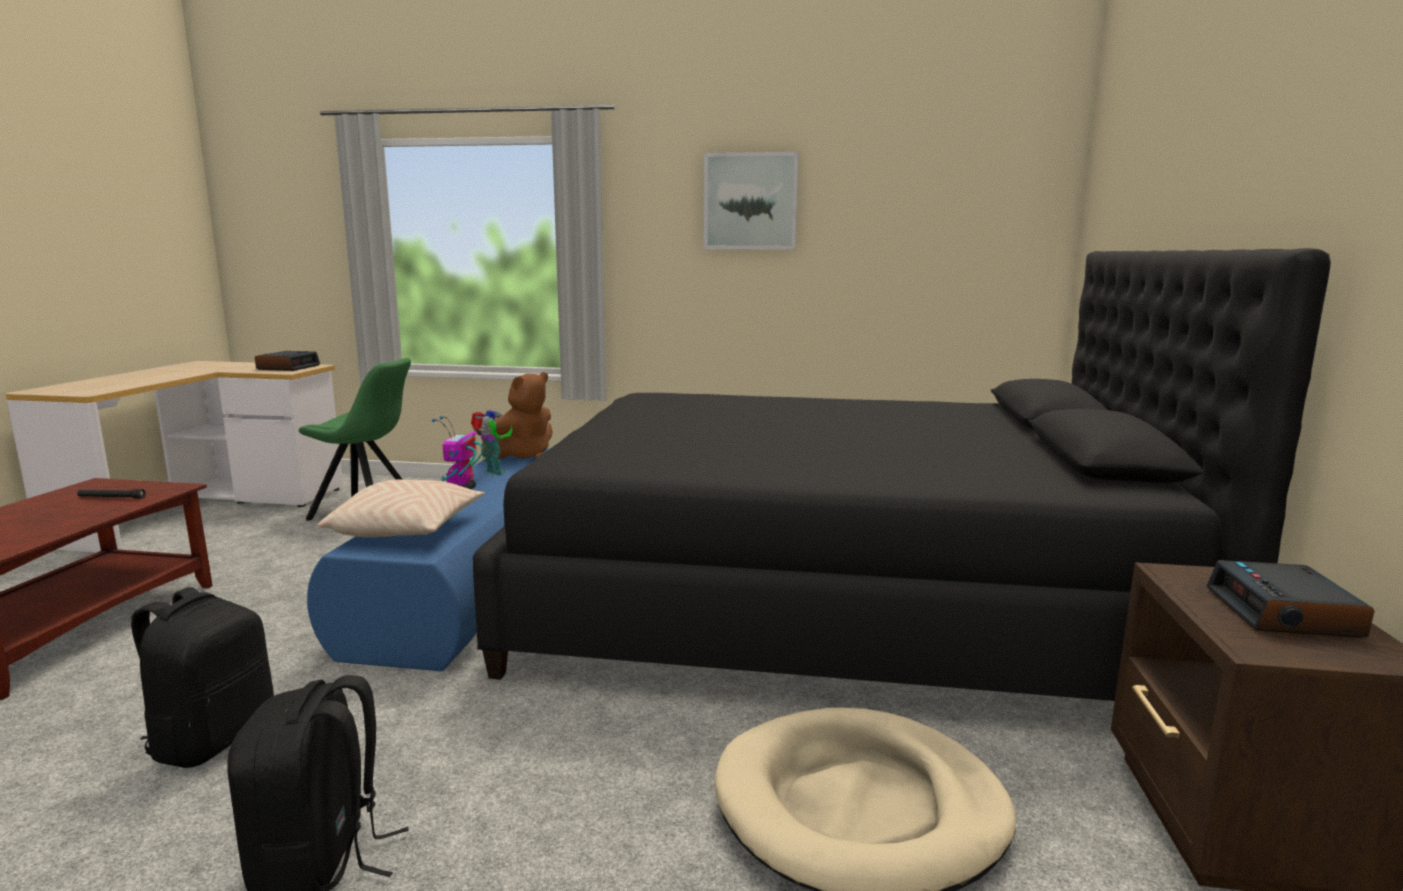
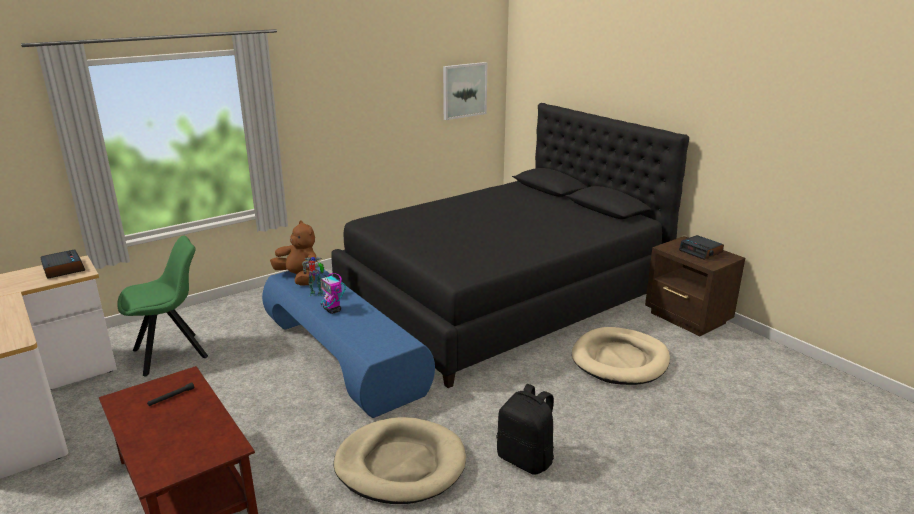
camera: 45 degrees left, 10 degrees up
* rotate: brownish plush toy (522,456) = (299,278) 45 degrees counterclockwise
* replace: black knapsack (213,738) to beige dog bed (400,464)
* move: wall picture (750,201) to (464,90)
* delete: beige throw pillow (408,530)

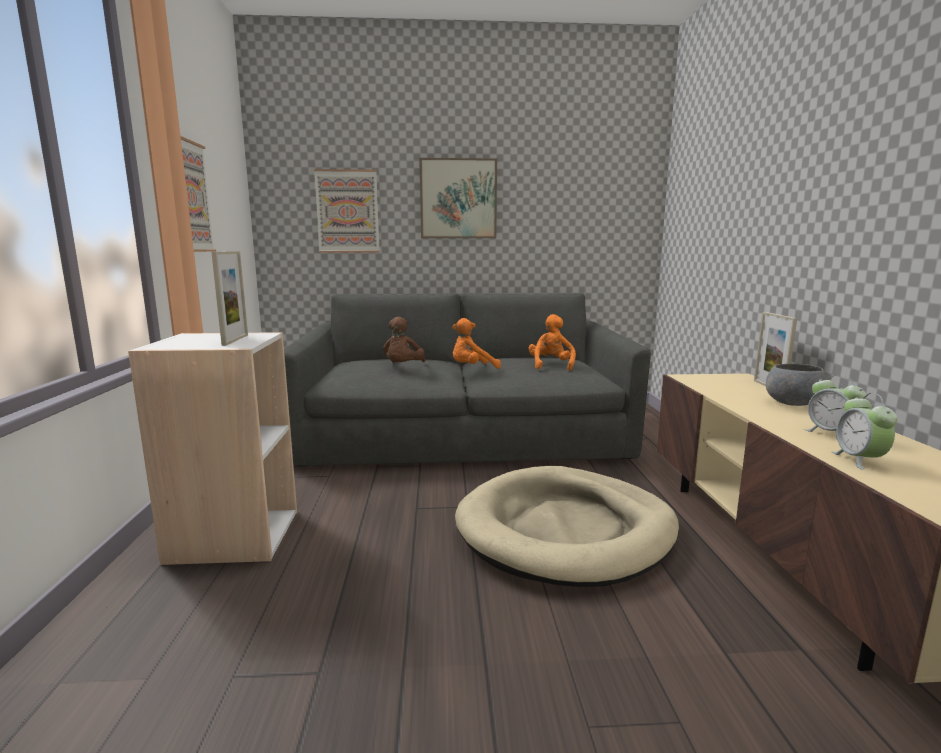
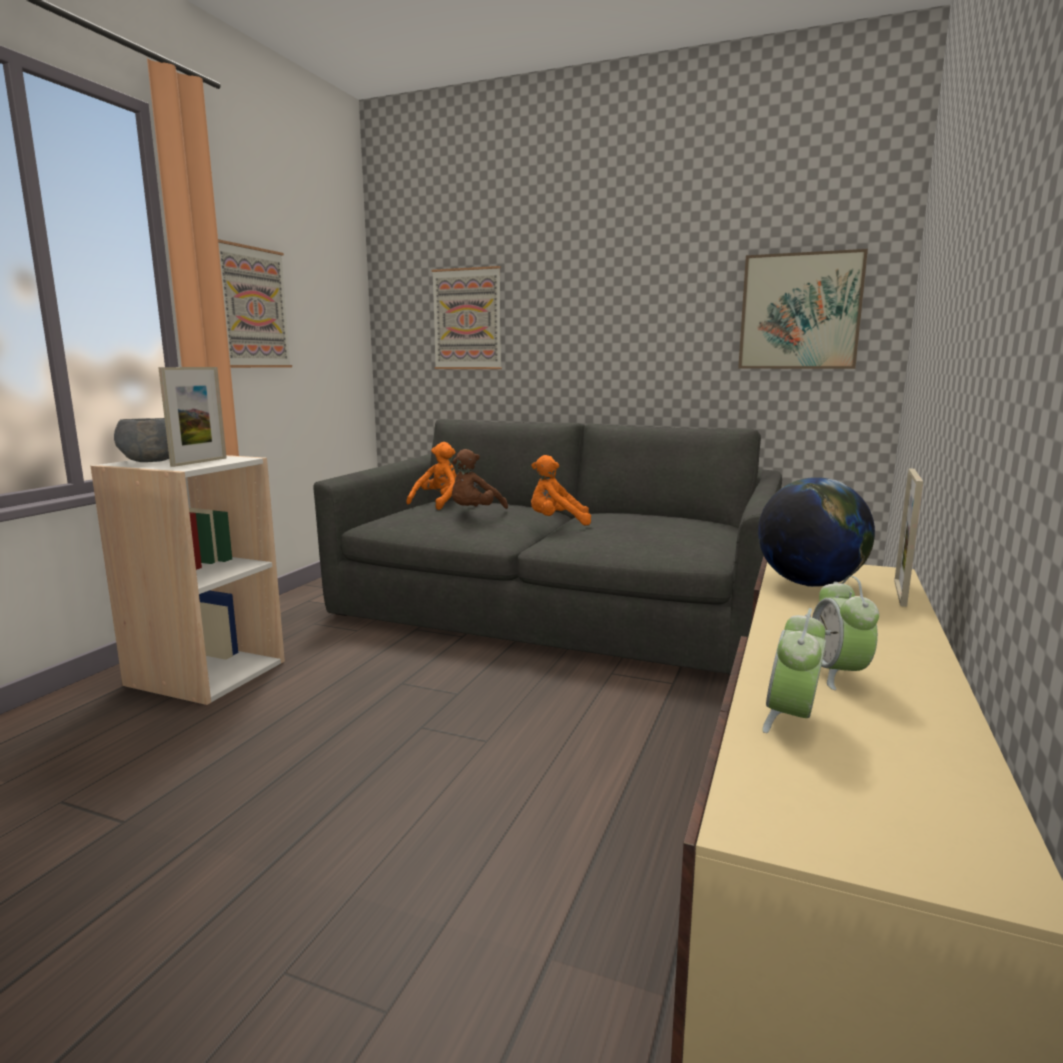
camera: 25 degrees right, 0 degrees up
* move: grey deep dish (792,403) to (152,461)
* move: orangey plush toy (551,366) to (438,503)
* move: wall picture (458,199) to (800,312)
* insert: globe (809,584)
* delete: beige dog bed (566,530)

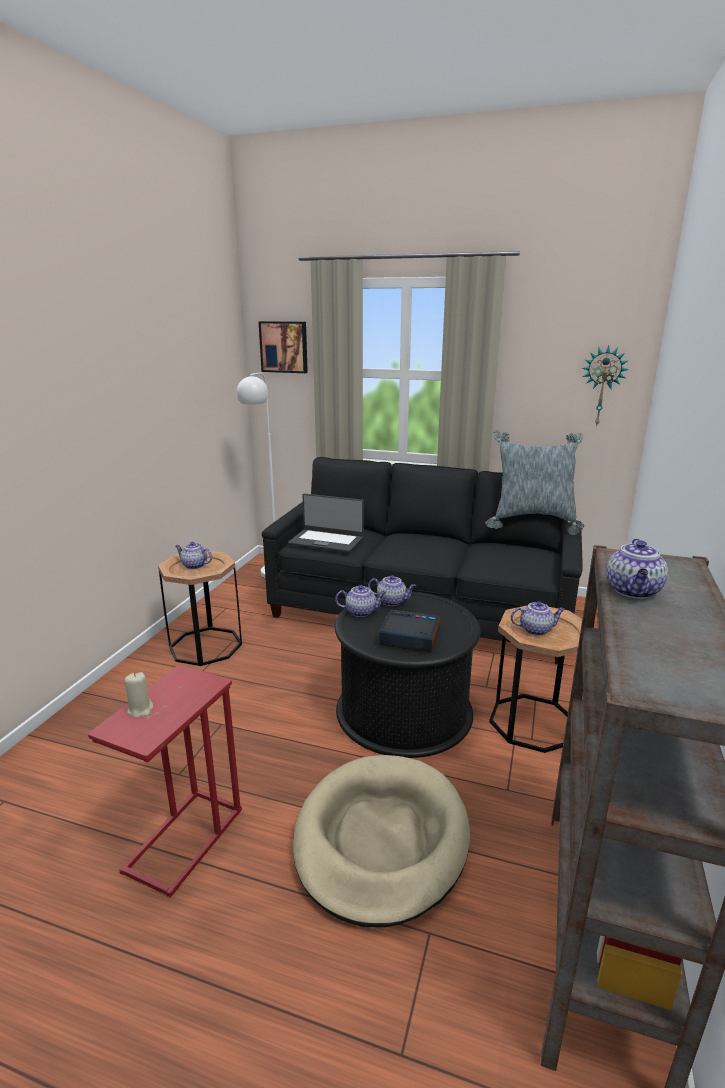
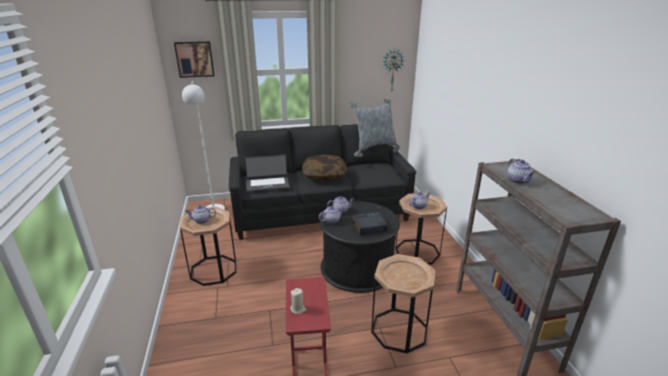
camera: 30 degrees left, 5 degrees up
* insert: throw pillow (324,175)
* replace: beige dog bed (381,839) to brownish side table (399,330)

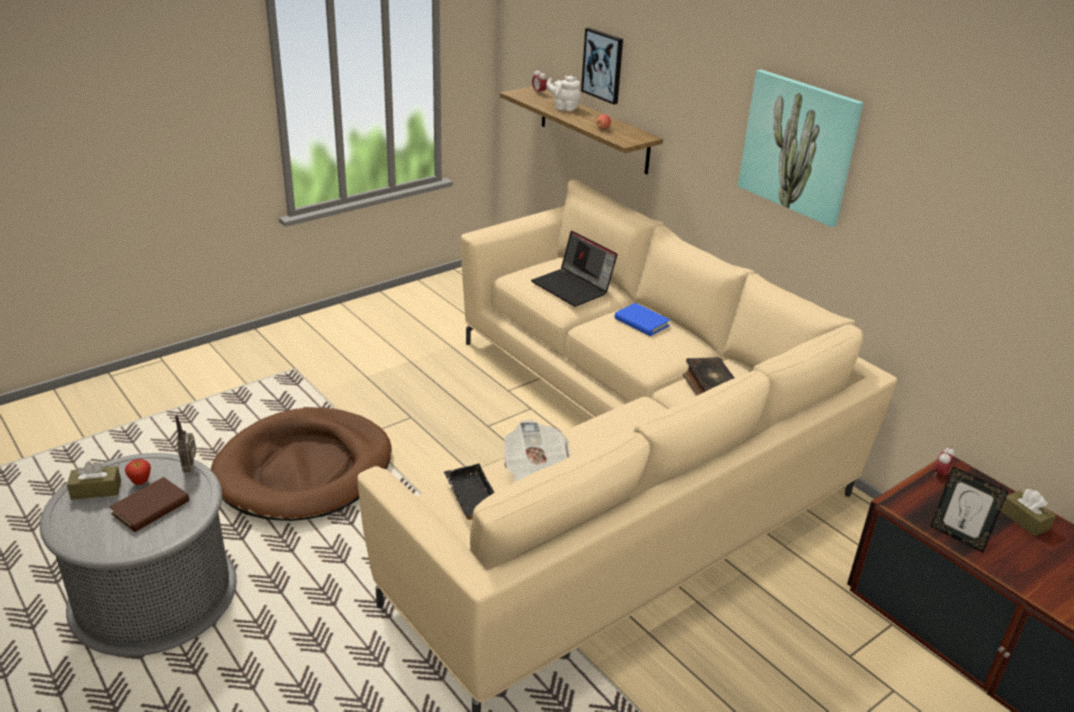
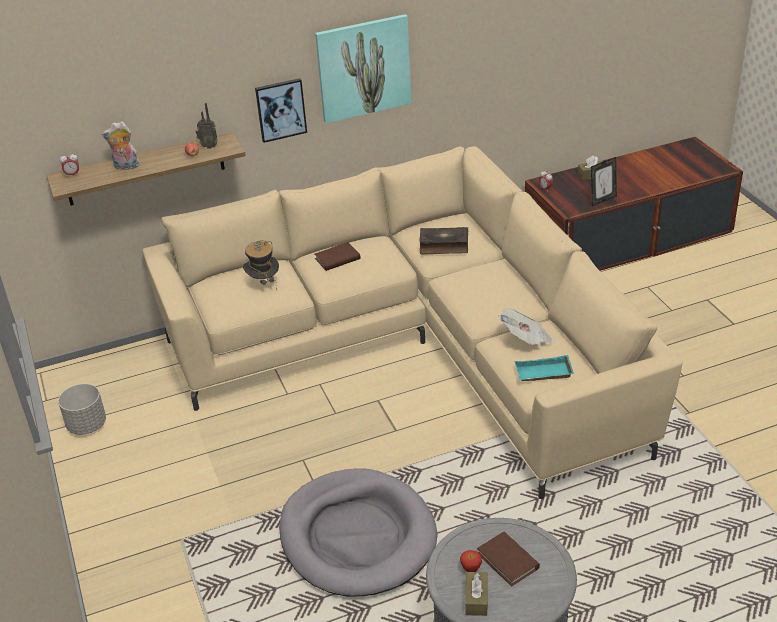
camera: 70 degrees left, 5 degrees up
* insert: grey plant pot (87,425)
* replace: white teapot (564,108) to plush toy (126,167)
* move: radio (191,468) to (209,146)
* replace: notebook computer (573,287) to clothing hat (263,283)
* move: wall picture (603,65) to (280,109)
* recolor: brownish dog bed (305,470) to grey dog bed (357,536)
* recolor: bluish bound book (641,322) to brownish bound book (337,259)
* recolor: black carrying tray (470,496) to turquoise carrying tray (543,374)

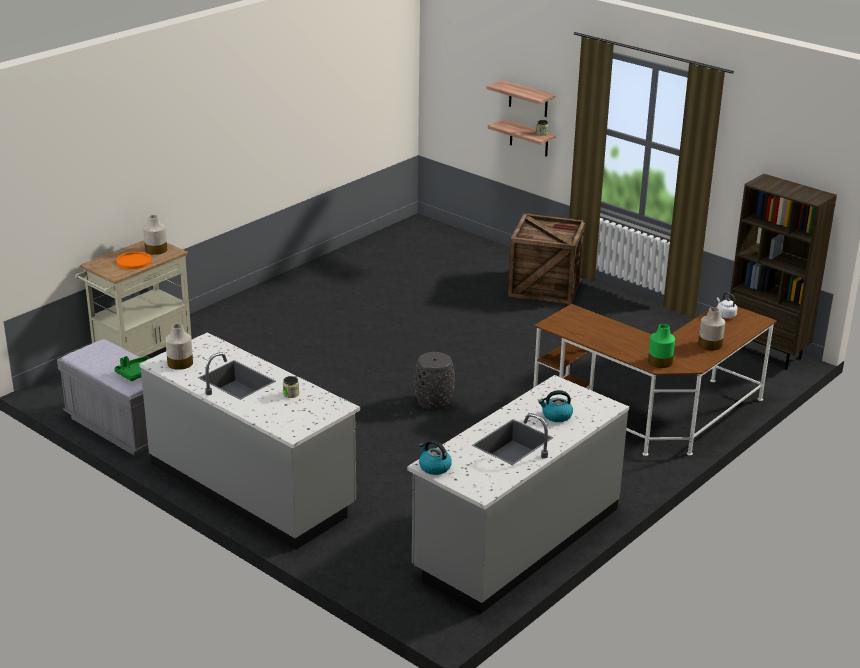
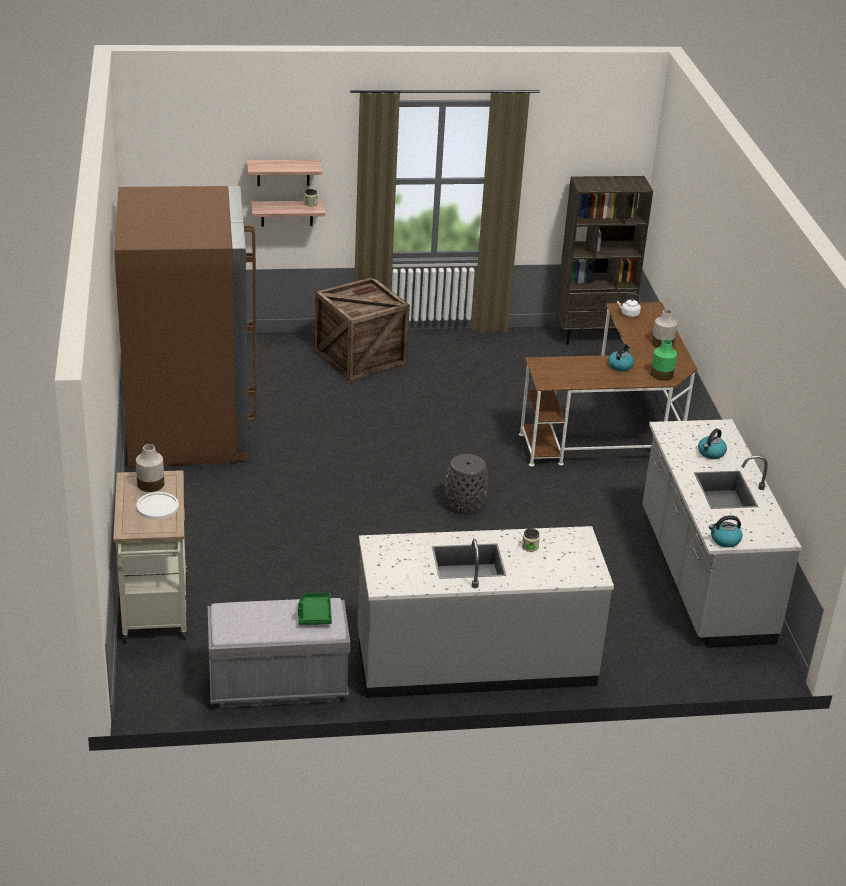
camera: 50 degrees left, 5 degrees up
* insert: brownish refrigerator (188,427)
* recolor: orangey dinner plate (134,261) to white dinner plate (157,507)
* insert: kettle (620,366)
* delete: beige vase (179,363)

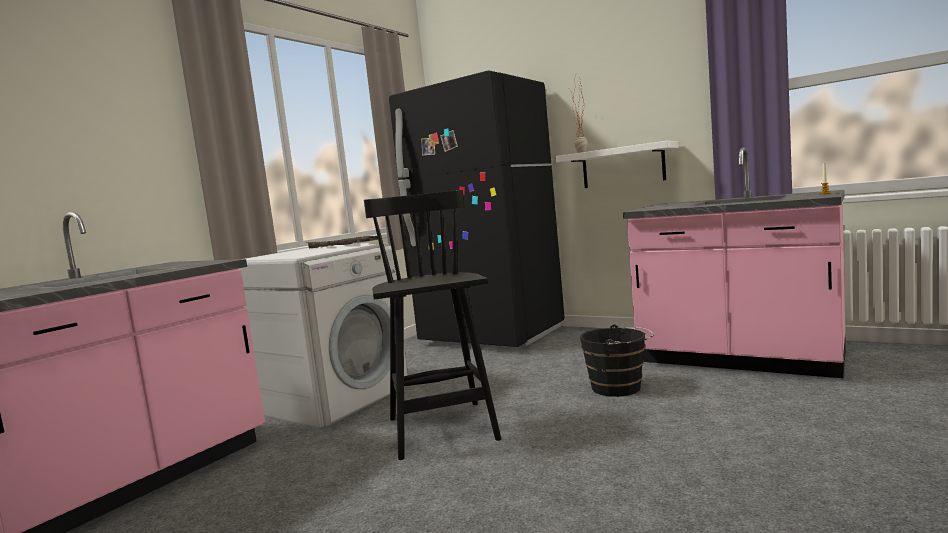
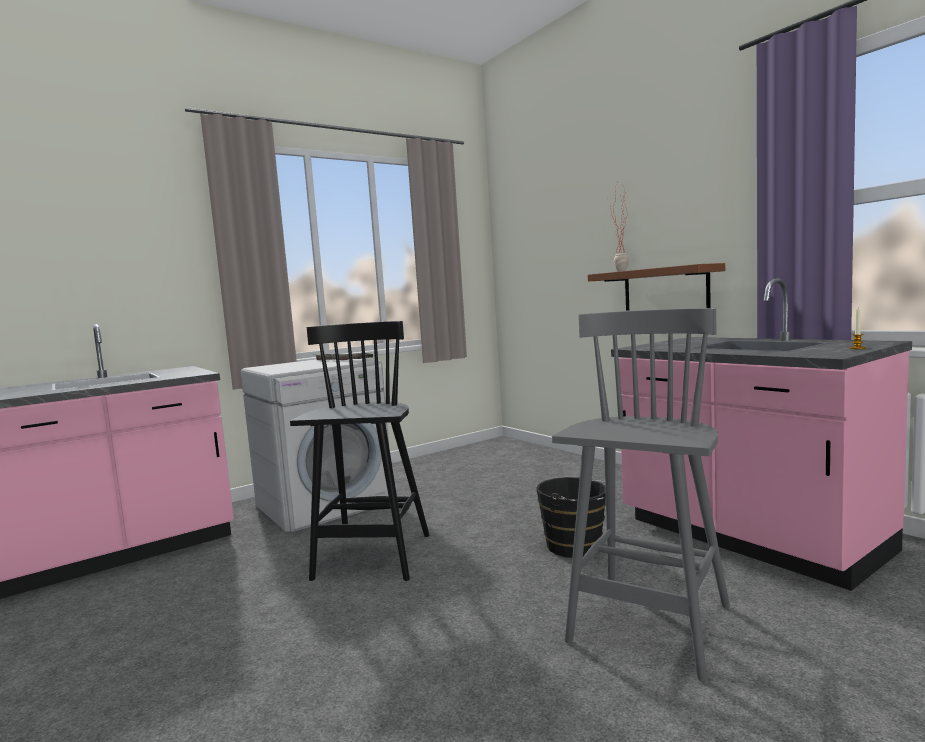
camera: 20 degrees right, 0 degrees up
* insert: grey stool (649,626)
* recolor: white wall shelf (622,166) to brownish wall shelf (665,289)
* delete: black refrigerator (492,336)

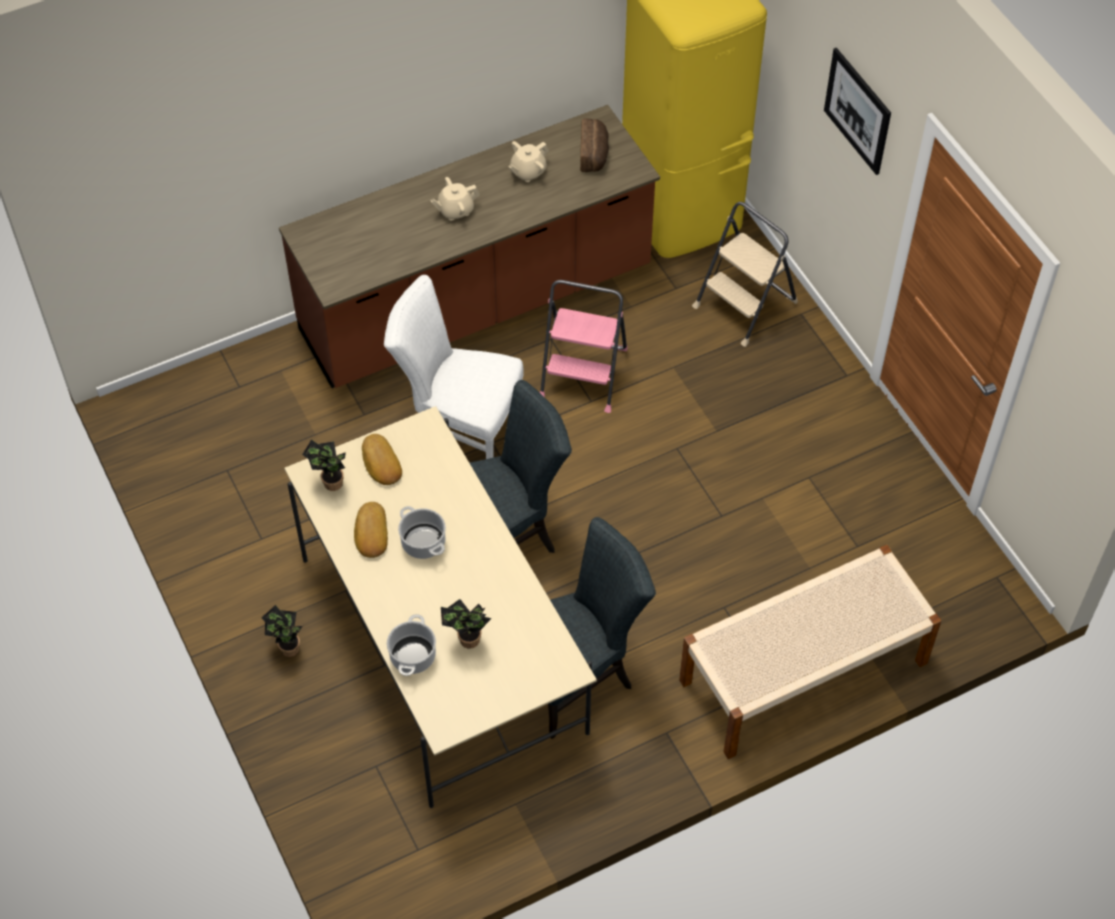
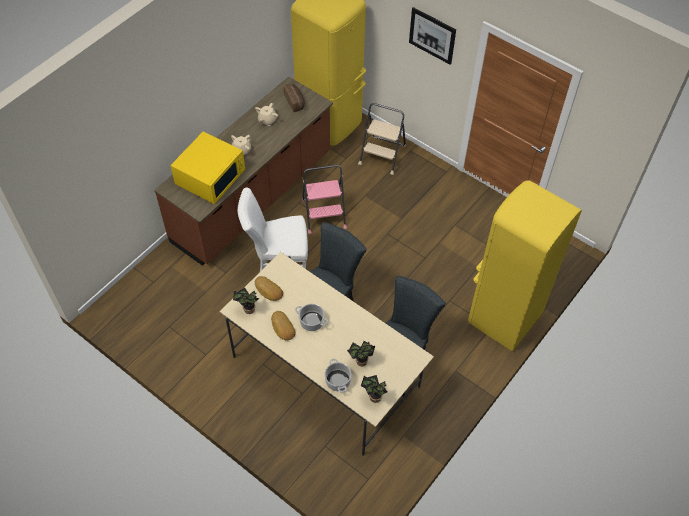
camera: 25 degrees left, 0 degrees up
* insert: yellow-coloured microwave (211,177)
* move: potted plant (287,647) to (373,397)
* replace: beige indoor bench (804,673) to yellow-coloured refrigerator (502,317)

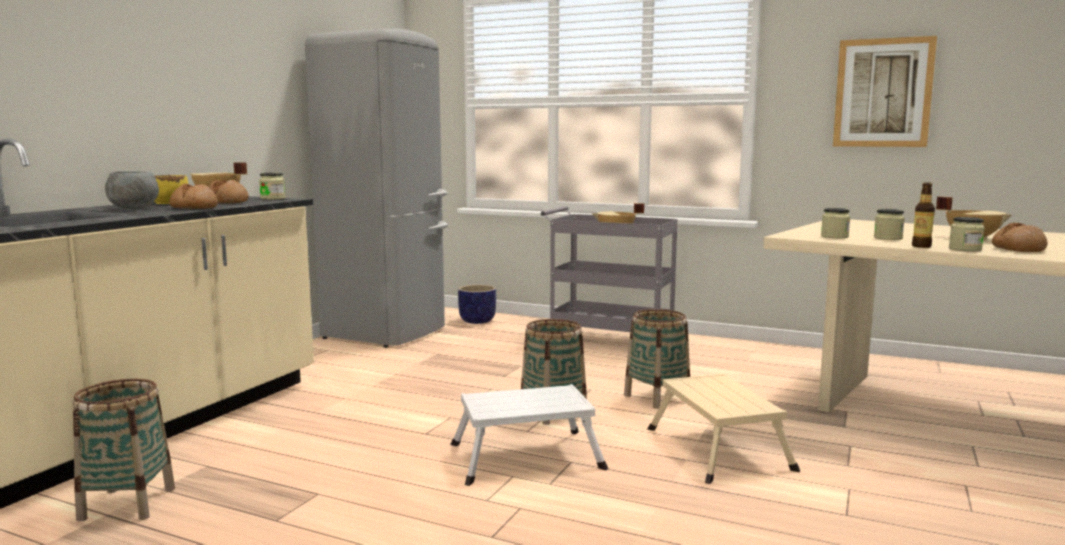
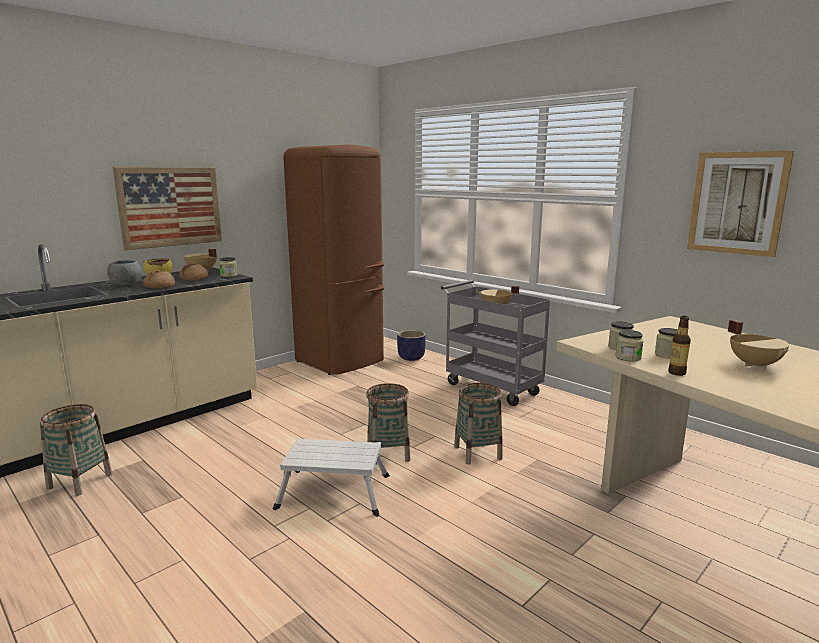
camera: 20 degrees right, 5 degrees up
* insert: wall picture (170,206)
* recolor: grey refrigerator (388,332) to brownish refrigerator (342,361)
* move: preserve jar (965,249) to (628,357)
* delete: beige step stool (719,449)
* delete: bakery bread (1017,249)

